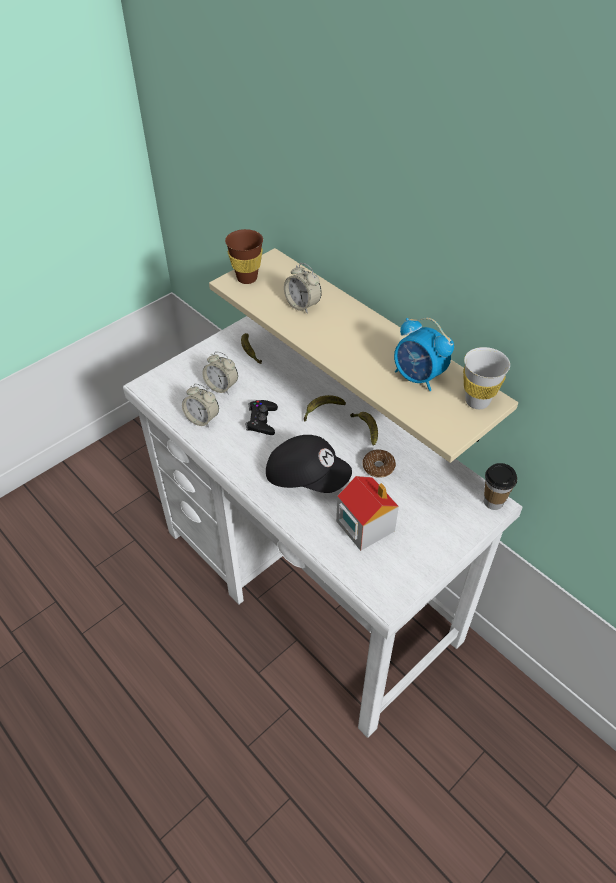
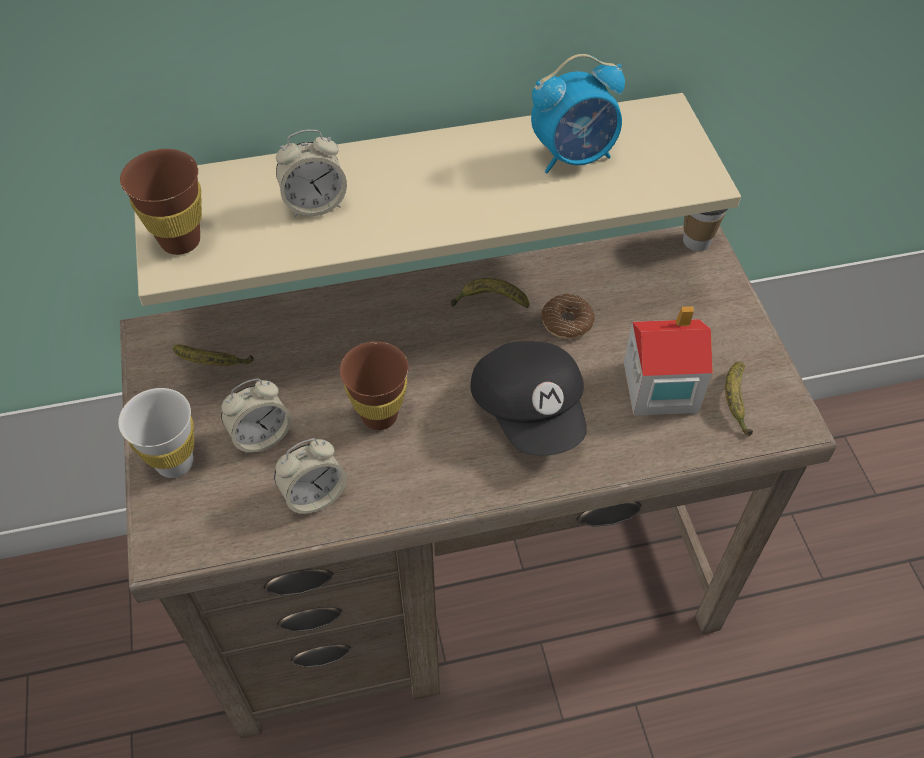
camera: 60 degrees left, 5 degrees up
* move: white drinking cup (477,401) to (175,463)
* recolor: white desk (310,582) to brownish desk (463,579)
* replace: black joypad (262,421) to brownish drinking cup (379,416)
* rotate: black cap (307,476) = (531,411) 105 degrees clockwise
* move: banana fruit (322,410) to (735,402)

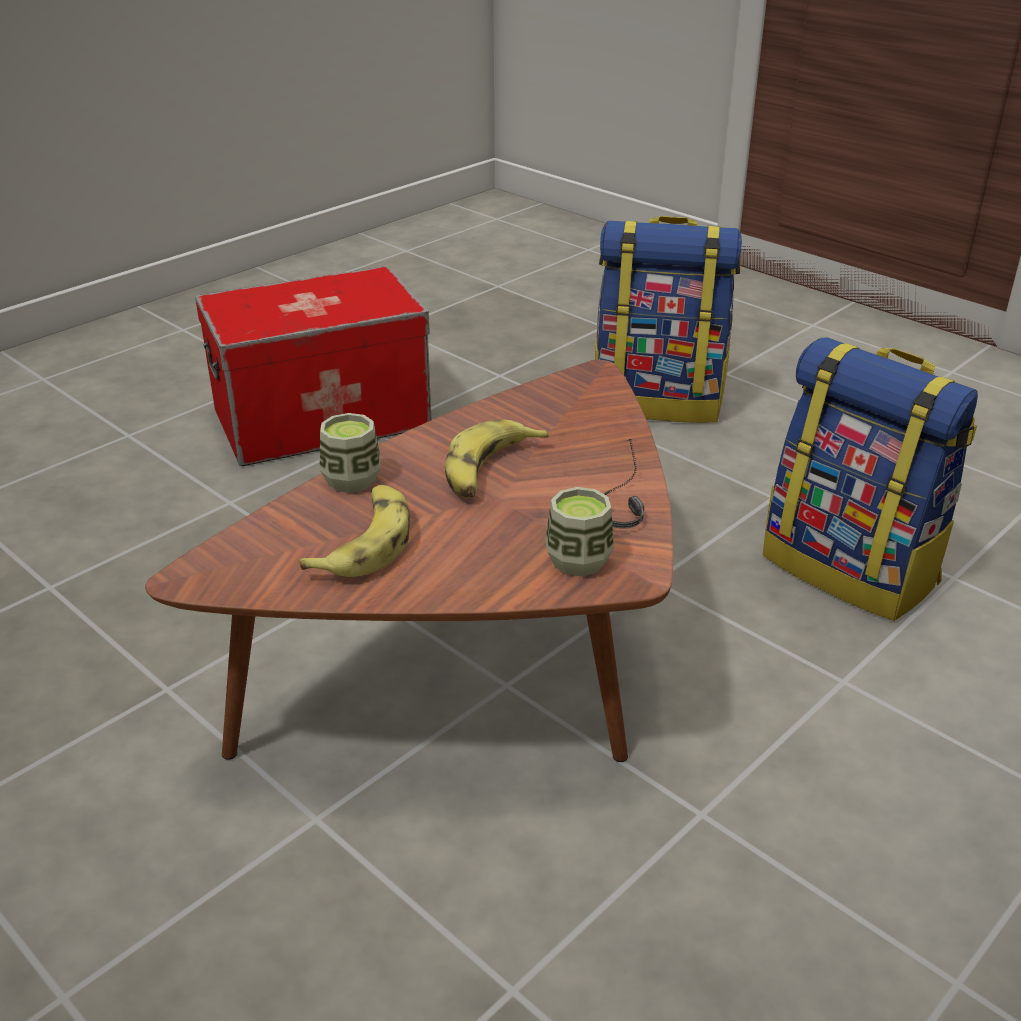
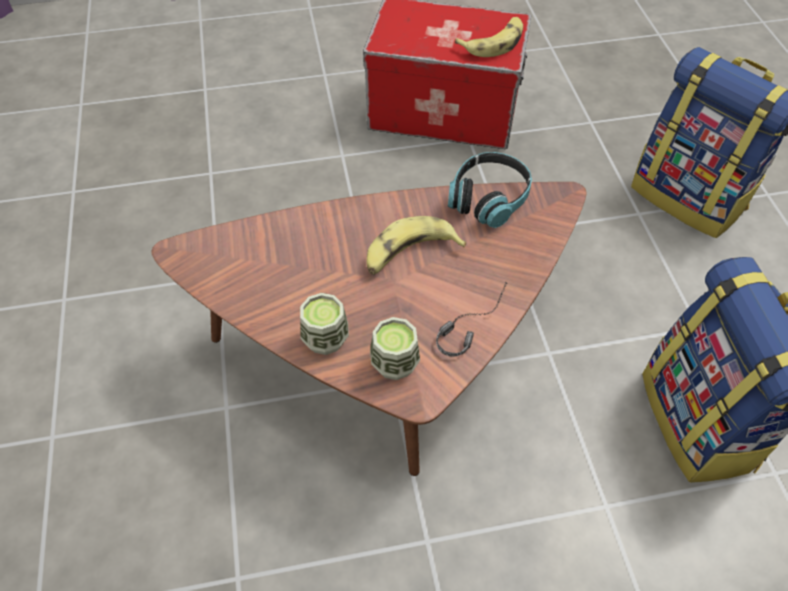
camera: 35 degrees right, 20 degrees up
* move: drinking cup (351,480) to (325,339)
* insert: headset (488,198)
* move: banana fruit (365,543) to (493,43)

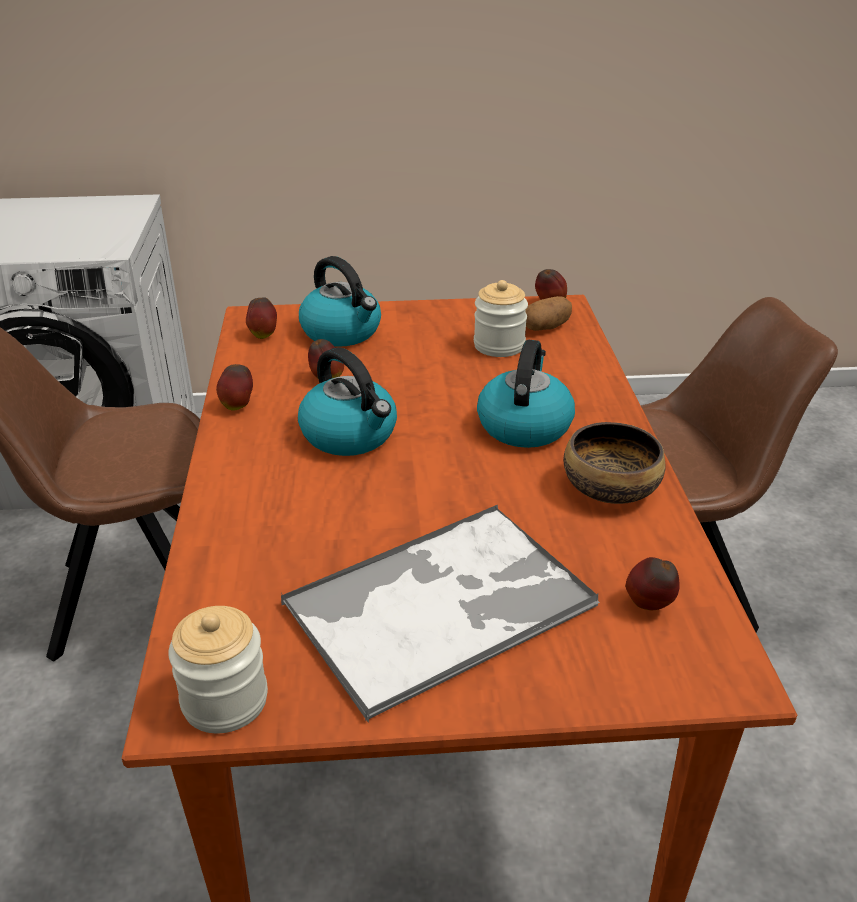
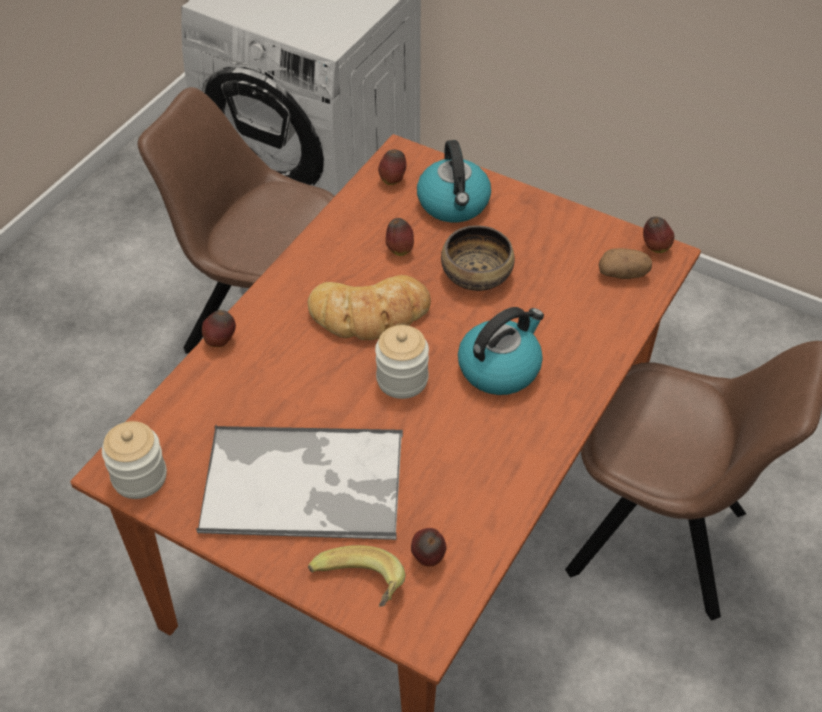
camera: 35 degrees right, 15 degrees up
* move: apple fruit (238,406) to (221,341)
* replace: kettle (350,435) to bakery bread (370,314)
* insert: banana fruit (358,592)
* move: preserve jar (499,346) to (402,379)
* move: deep dish (609,487) to (476,274)

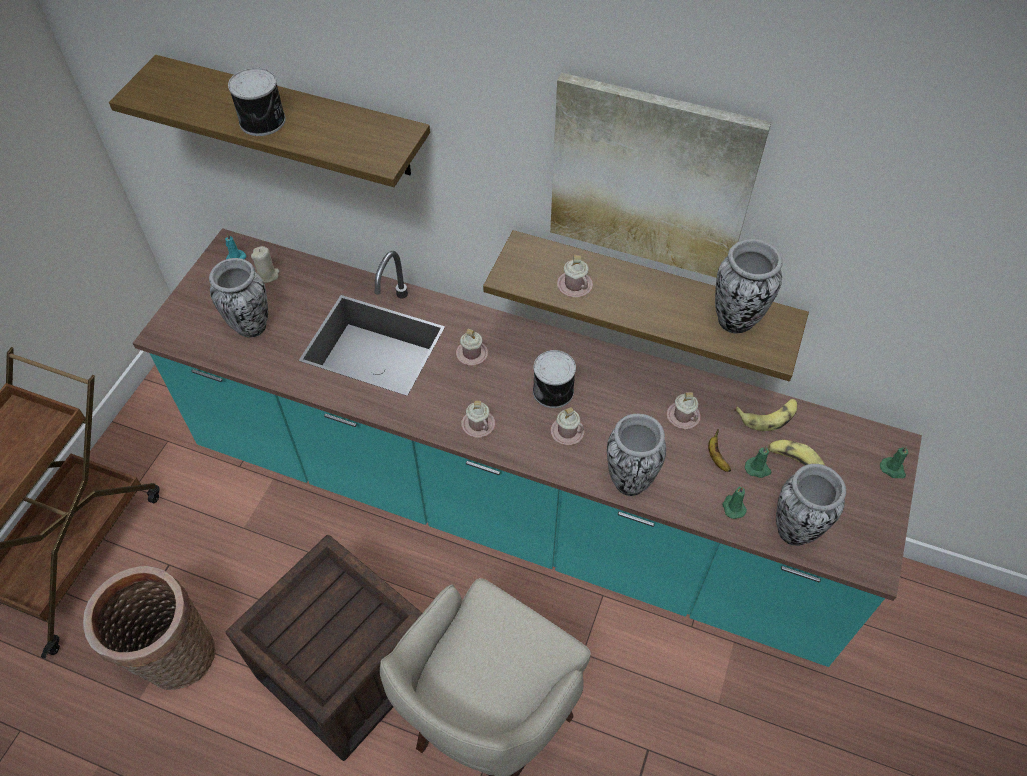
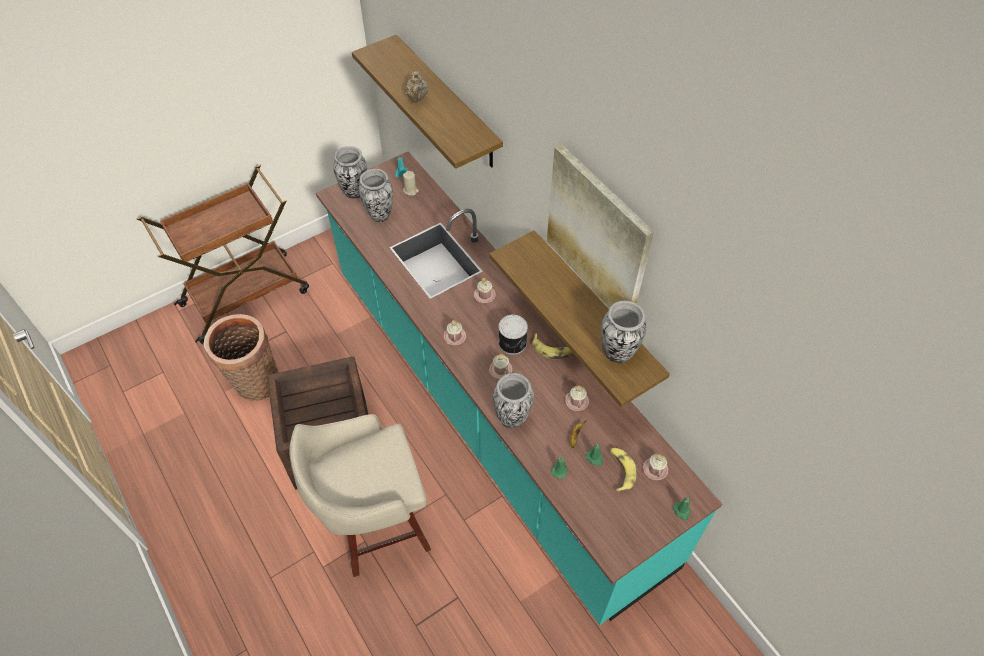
camera: 35 degrees right, 0 degrees up
* move: vase (795,530) to (355,192)
* replace: sealed can (263,121) to beige teapot (417,98)
* move: banana fruit (768,416) to (552,349)
* move: pinkish tea mug (574,285) to (655,469)

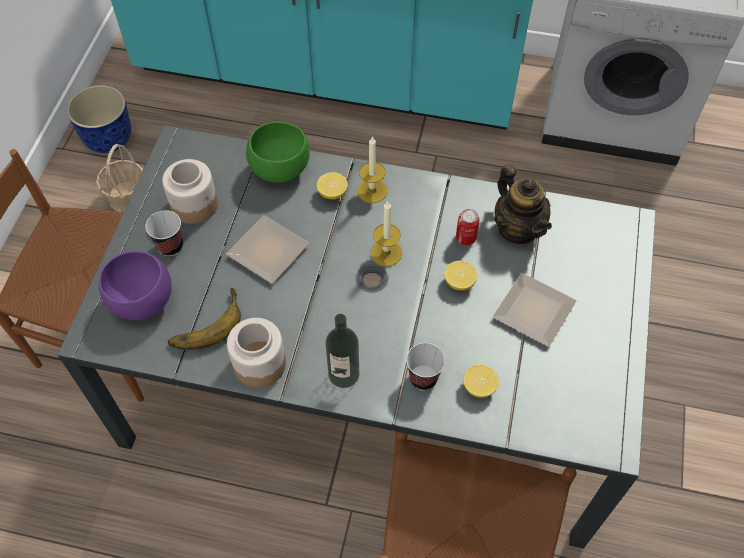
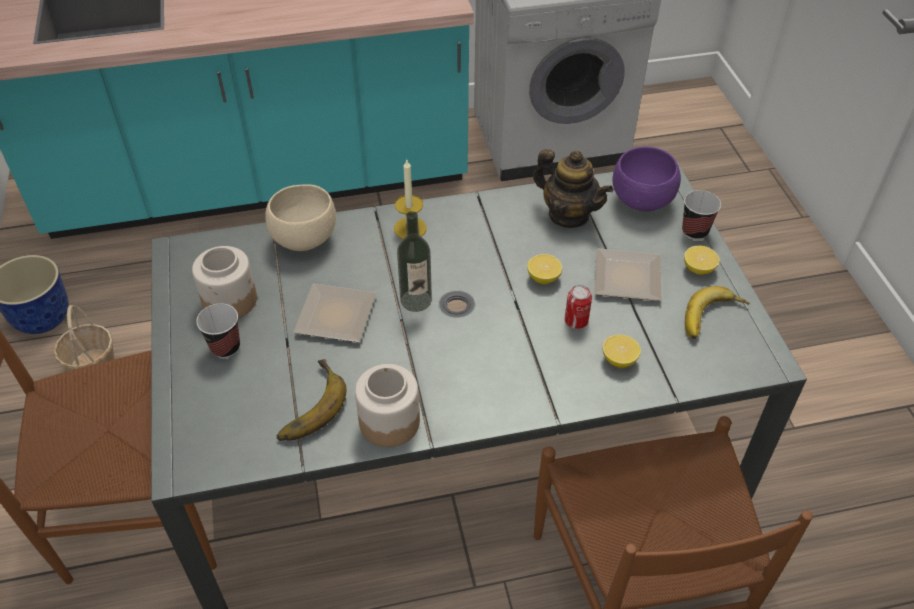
camera: 25 degrees left, 10 degrees down
* recolor: green-coloured deep dish (280,169) to beige deep dish (304,239)
* move: beverage bottle (343,374) to (416,300)
* move: sealed can (465,238) to (576,321)
* move: purplish deep dish (143,303) to (643,202)
* move: drinking cup (423,378) to (694,231)
* move: citrus fruit (332,193) to (698,269)
* insert: banana fruit (713,319)
* delete: candle (386,253)

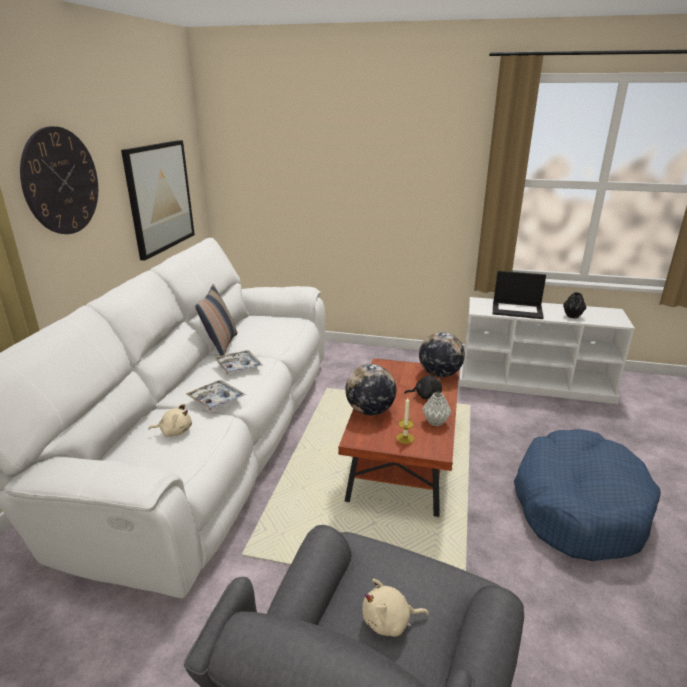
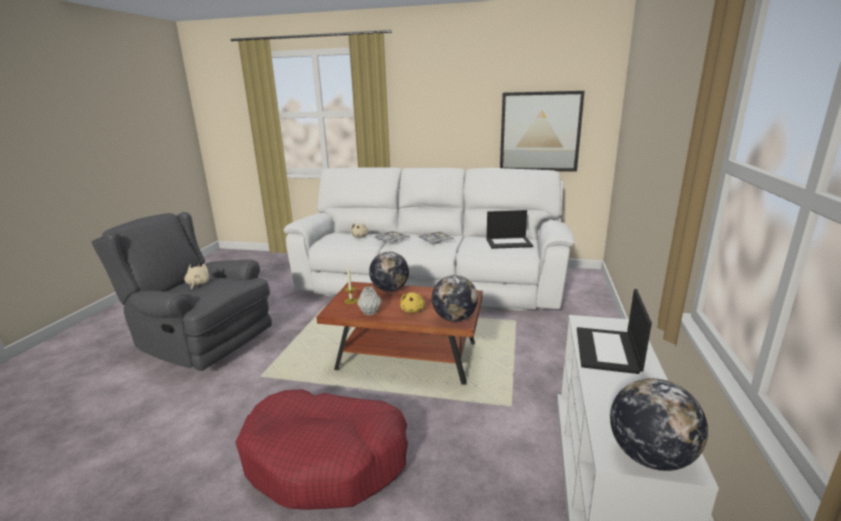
camera: 90 degrees right, 5 degrees down
* recolor: bluish dog bed (578,506) to red dog bed (326,459)
* recolor: black plush toy (425,395) to yellow-coloured plush toy (412,310)
* insert: notebook computer (509,242)
* insert: globe (649,457)
* delete: clock on the wall (61,181)
* delete: throw pillow (221,345)
* delete: black vase (572,316)

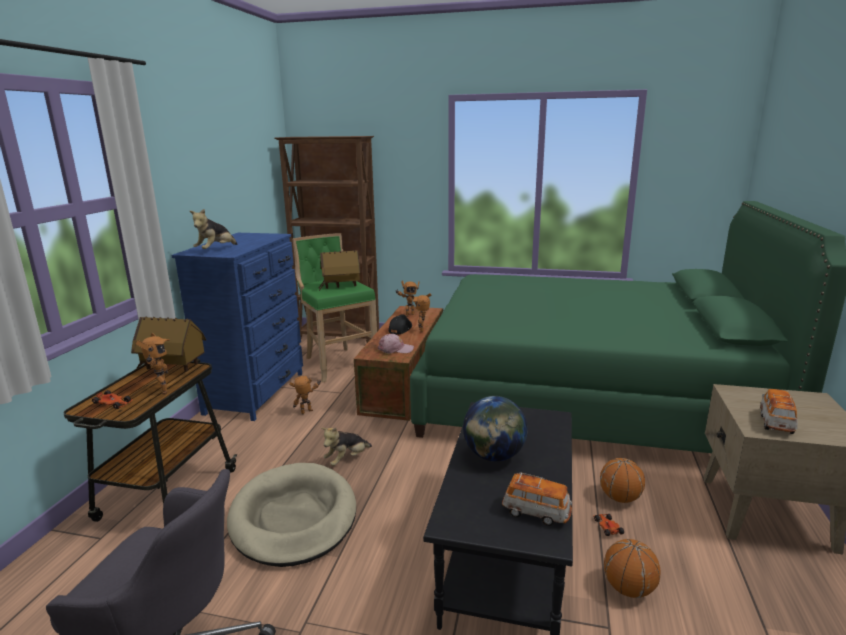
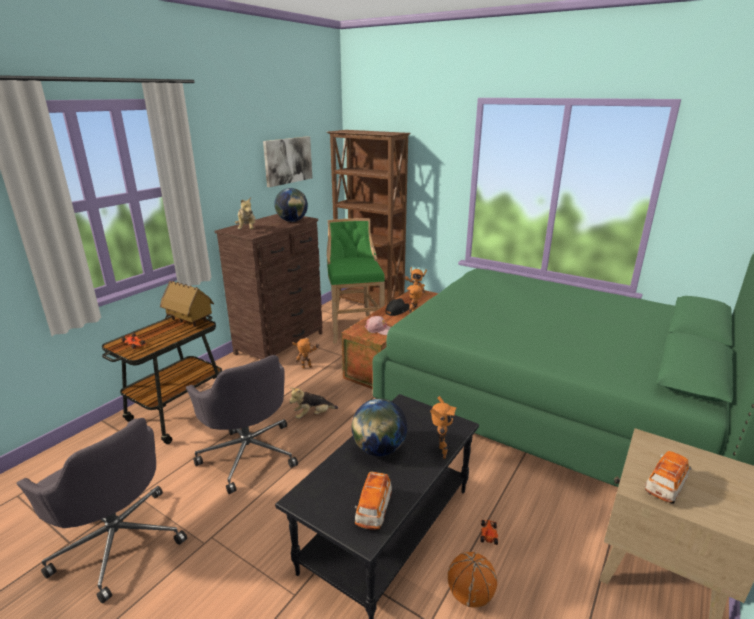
camera: 20 degrees right, 5 degrees up
* replace: beige dog bed (293,517) to grey computer chair (249,453)
* recolor: bluish chest of drawers (257,393) to brownish chest of drawers (281,343)
* rotate: plush toy (216,250) = (247,230) 60 degrees counterclockwise
* insert: wall picture (288,160)
* insert: globe (292,221)
* rotate: toy car (536,513) = (373,510) 60 degrees clockwise
* move: model robot (161,391) to (440,453)
* delete: miniature house (340,286)
* delete: basketball ball (620,498)

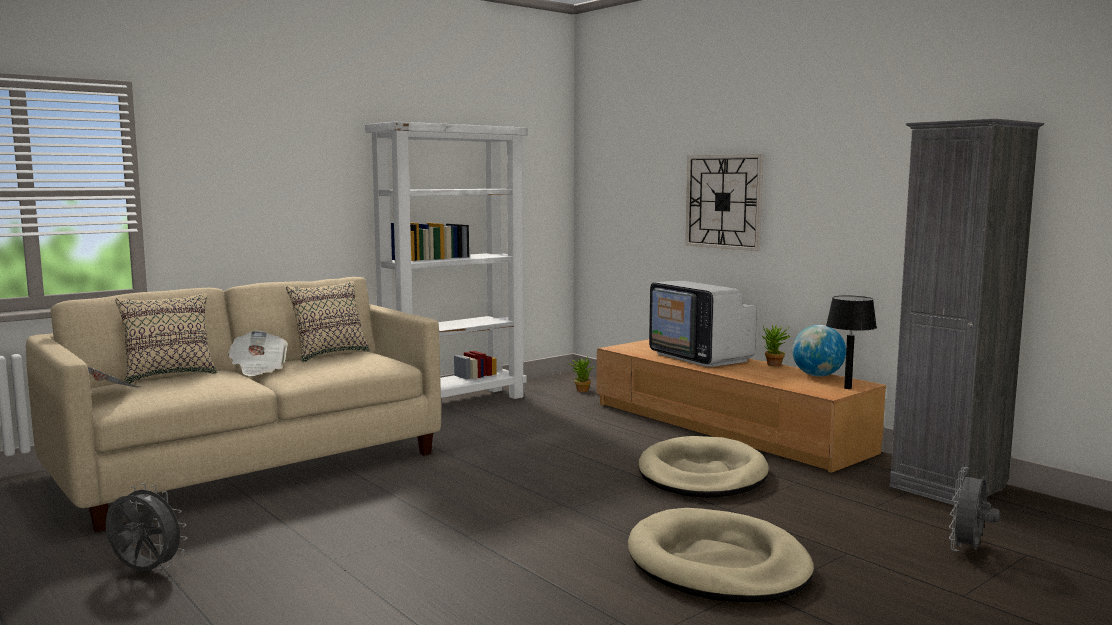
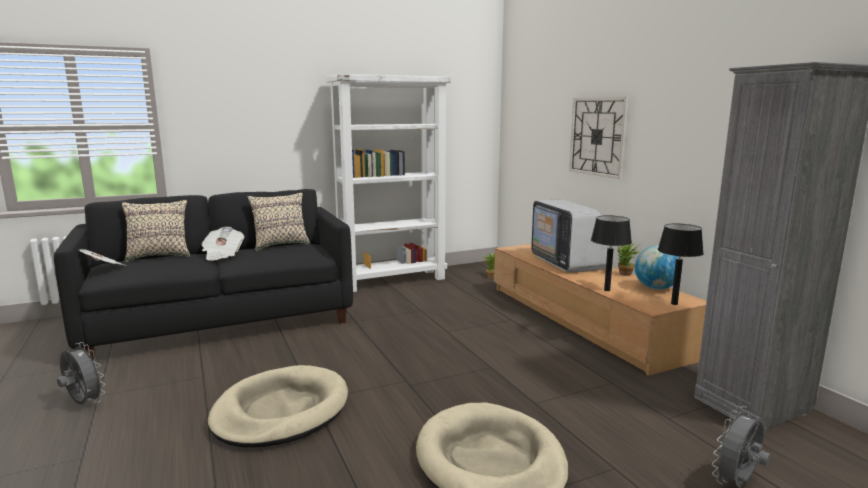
camera: 15 degrees right, 5 degrees up
* recolor: beige settee (252,466) to black settee (222,321)
* move: beige dog bed (702,474) to (281,411)
* insert: black table lamp (607,290)

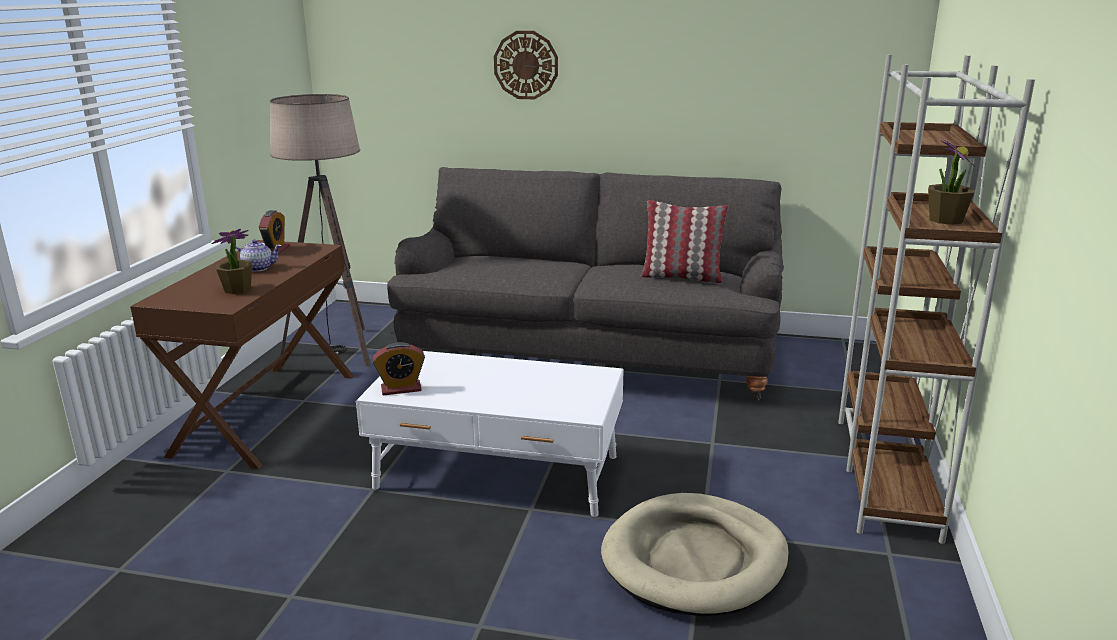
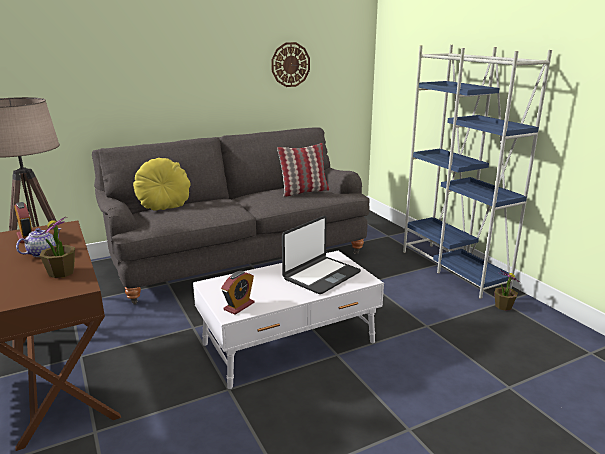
camera: 40 degrees left, 0 degrees up
* insert: yellow-coloured throw pillow (164,207)
* move: clock on the wall (526,65) to (290,64)
* insert: notebook computer (321,275)
* recolor: brownish bookshelf (885,476) to bluish bookshelf (453,269)
* move: potted plant (945,220) to (503,306)
* delete: beige dog bed (695,560)

